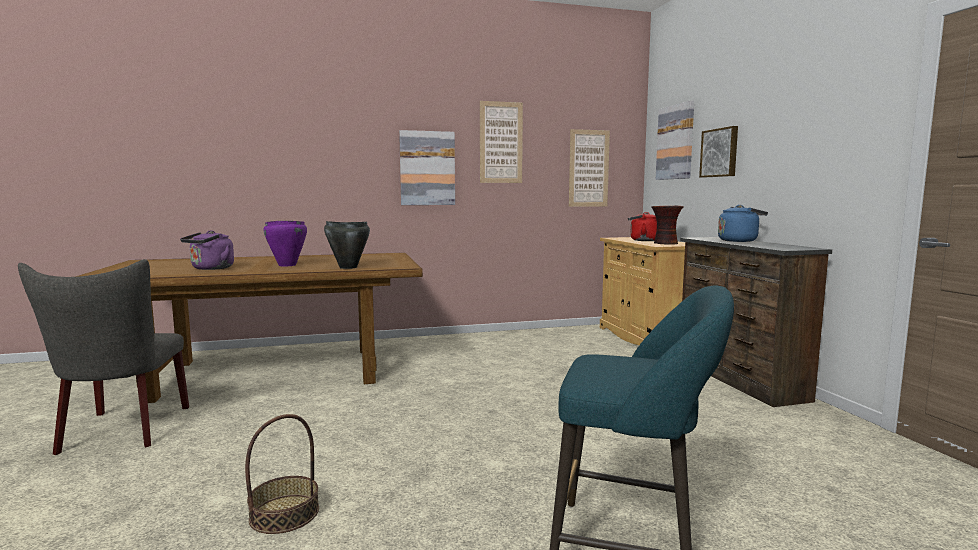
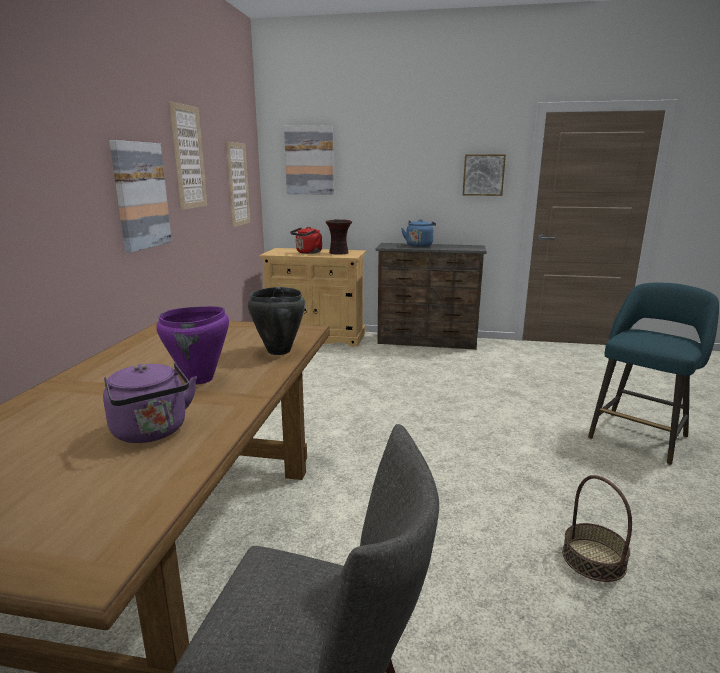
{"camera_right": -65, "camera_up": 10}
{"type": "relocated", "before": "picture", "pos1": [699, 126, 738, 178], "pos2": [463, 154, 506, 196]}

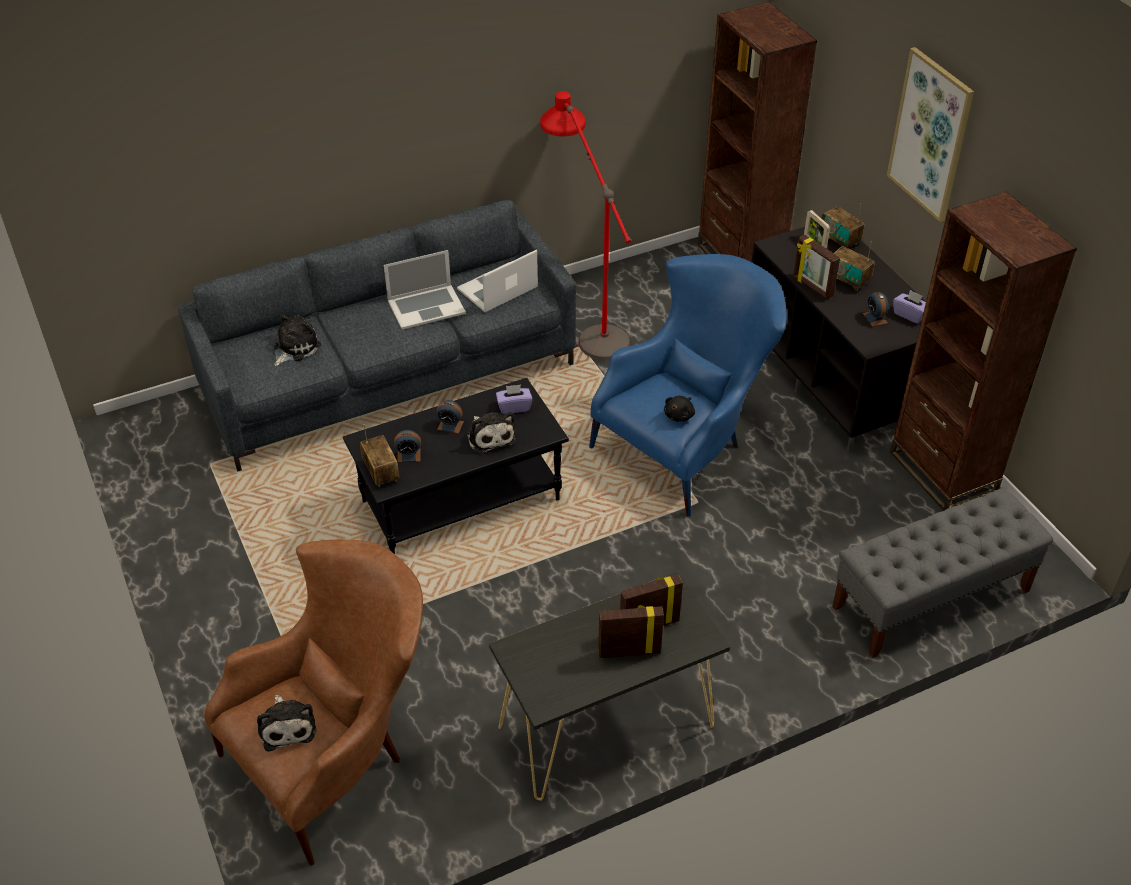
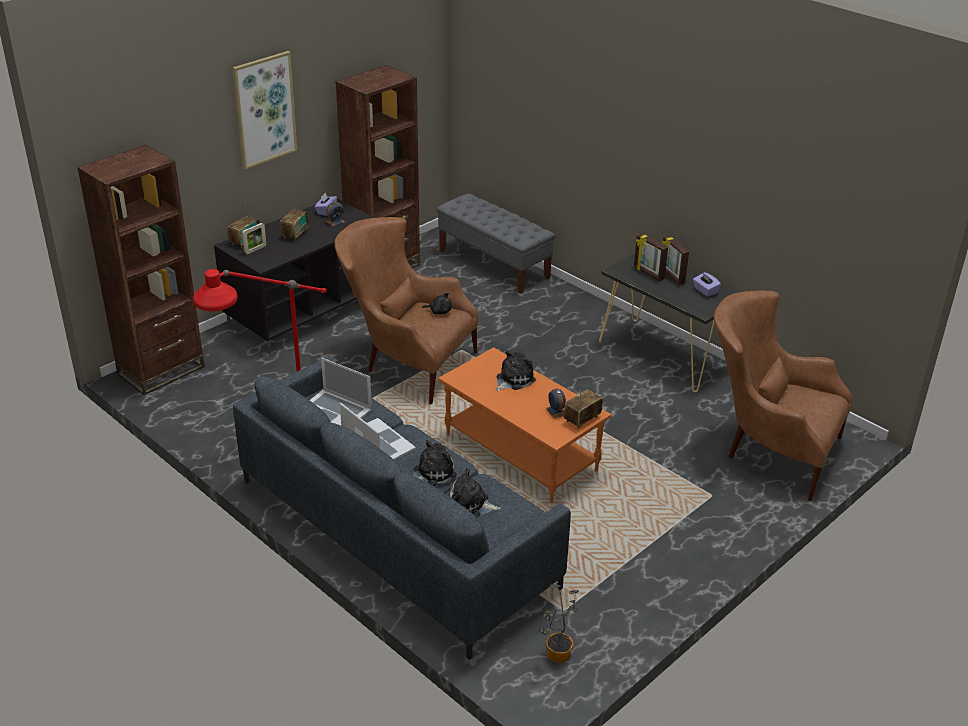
{"camera_right": -110, "camera_up": -10}
{"type": "missing", "before": "picture frame", "pos1": [793, 235, 840, 300]}
{"type": "colour", "before": "blue armchair", "after": "brown armchair", "pos1": [589, 254, 787, 517], "pos2": [334, 217, 479, 404]}
{"type": "colour", "before": "black coffee table", "after": "orange coffee table", "pos1": [343, 378, 569, 554], "pos2": [438, 347, 612, 503]}
{"type": "relocated", "before": "purple tissue box", "pos1": [496, 385, 533, 414], "pos2": [693, 272, 721, 297]}
{"type": "missing", "before": "alarm clock", "pos1": [436, 400, 464, 434]}
{"type": "relocated", "before": "plush toy", "pos1": [257, 695, 316, 751], "pos2": [413, 440, 457, 486]}
{"type": "appeared", "after": "potted plant", "pos2": [538, 583, 579, 663]}

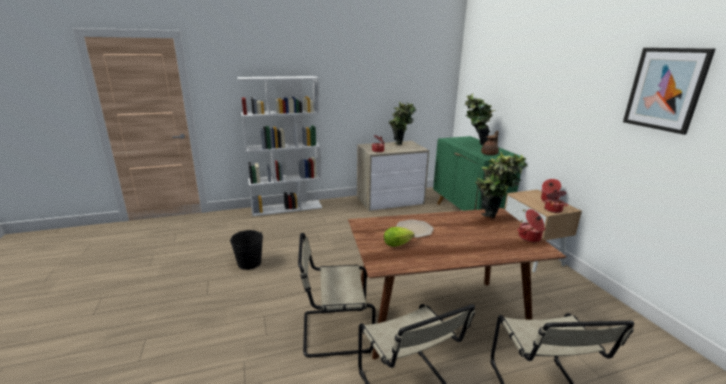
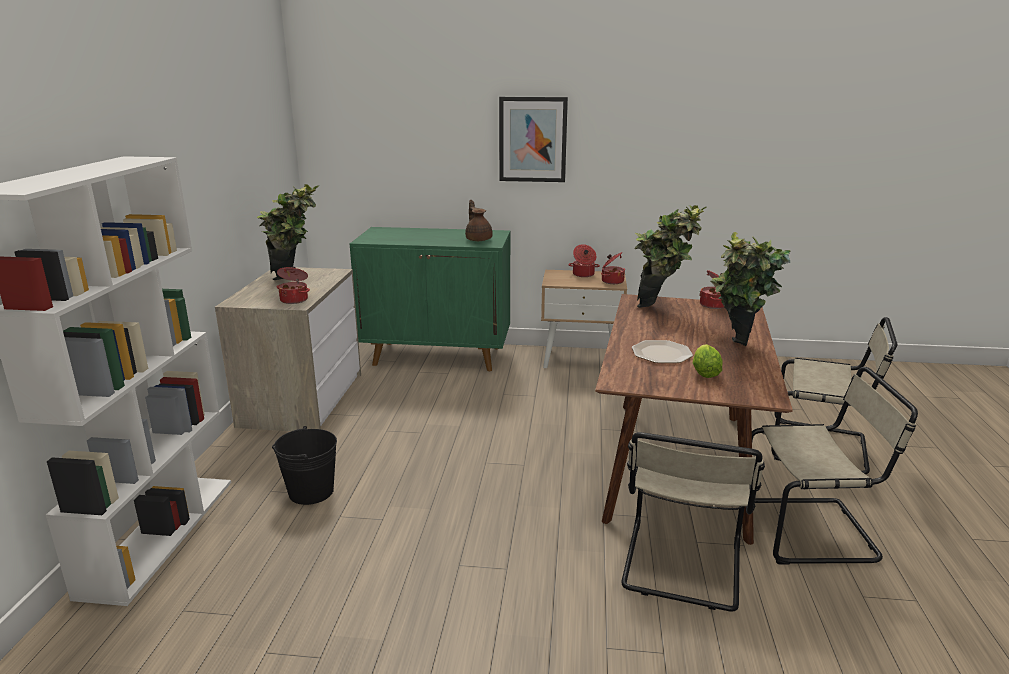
{"camera_right": -65, "camera_up": 0}
{"type": "relocated", "before": "picture", "pos1": [623, 48, 715, 135], "pos2": [499, 97, 568, 182]}
{"type": "relocated", "before": "potted plant", "pos1": [465, 94, 495, 145], "pos2": [710, 232, 790, 346]}
{"type": "relocated", "before": "black bucket", "pos1": [230, 230, 263, 270], "pos2": [272, 426, 337, 505]}

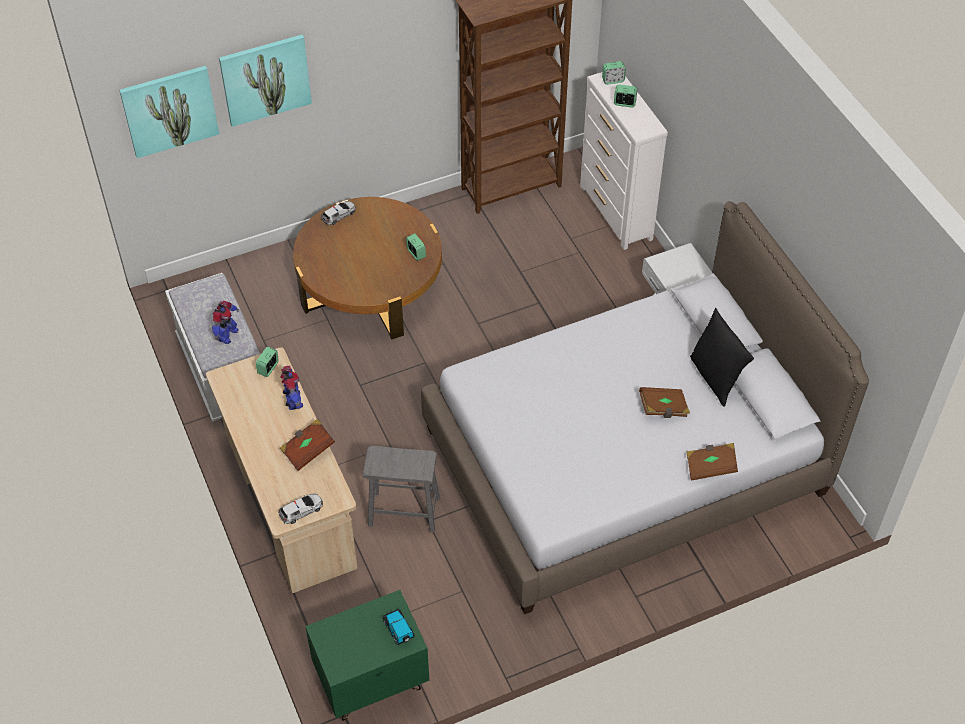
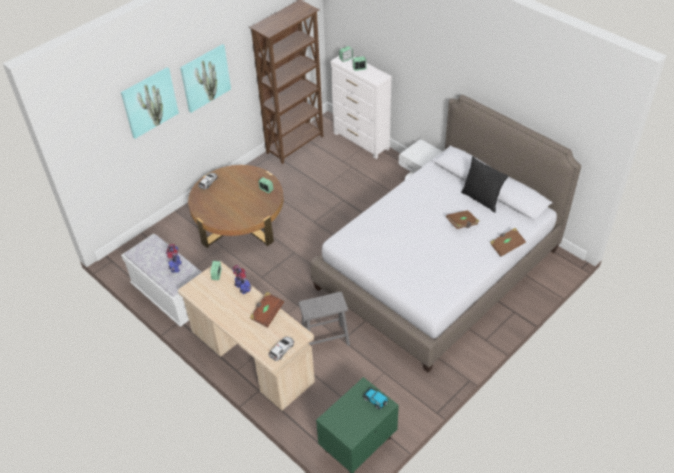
{"camera_right": -20, "camera_up": -5}
{"type": "relocated", "before": "picture", "pos1": [119, 66, 219, 158], "pos2": [180, 44, 231, 113]}

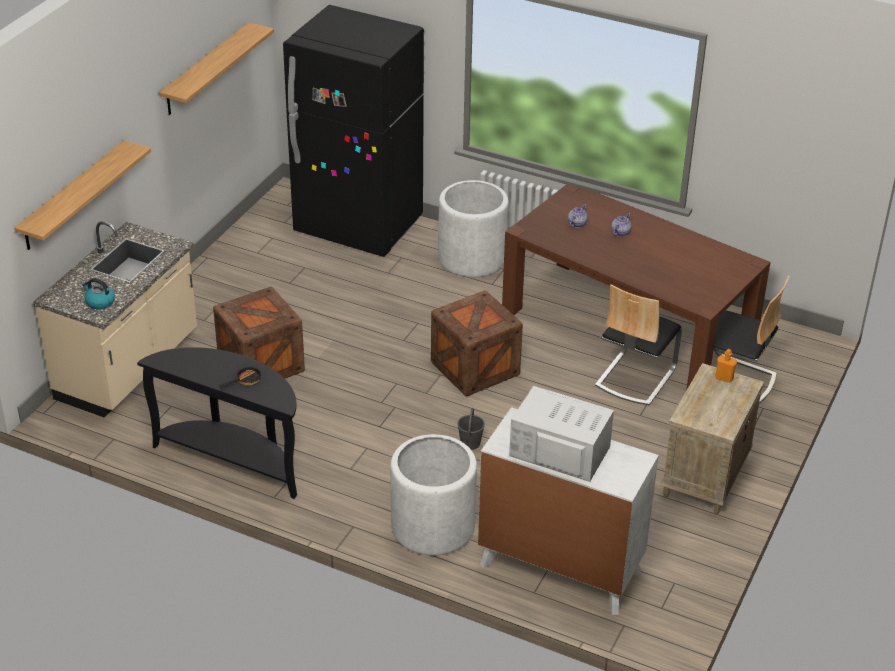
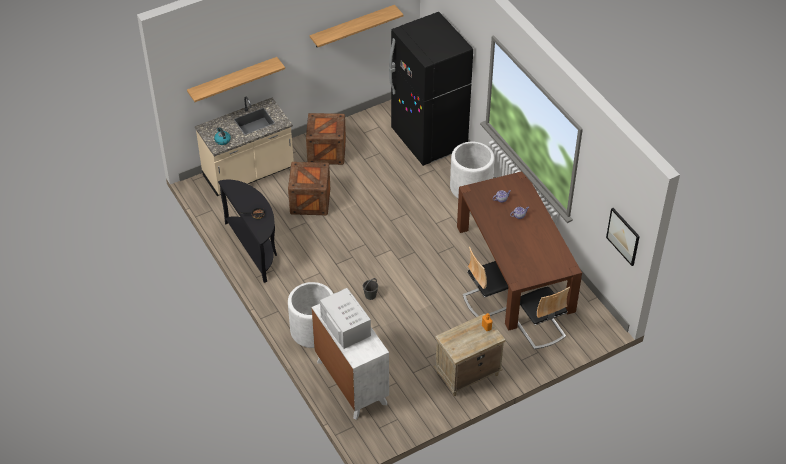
{"camera_right": 35, "camera_up": 10}
{"type": "relocated", "before": "crate", "pos1": [431, 290, 523, 396], "pos2": [306, 113, 346, 165]}
{"type": "appeared", "after": "picture", "pos2": [606, 208, 640, 266]}

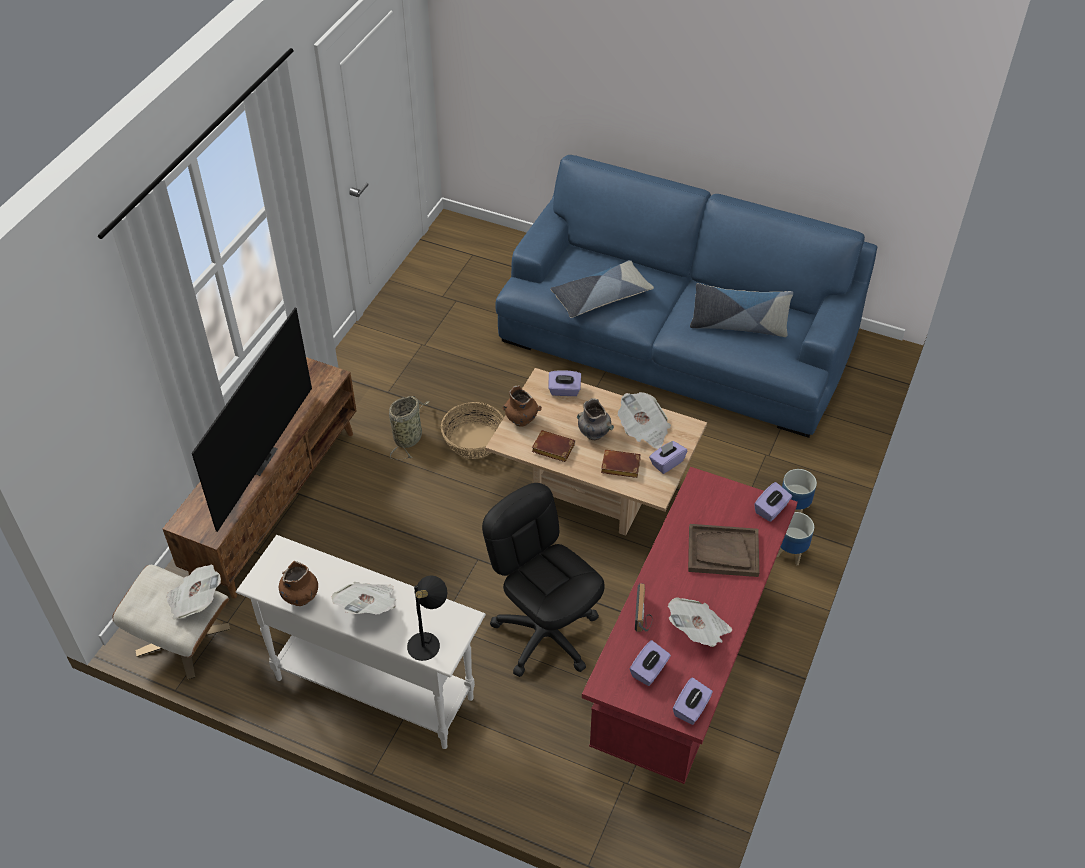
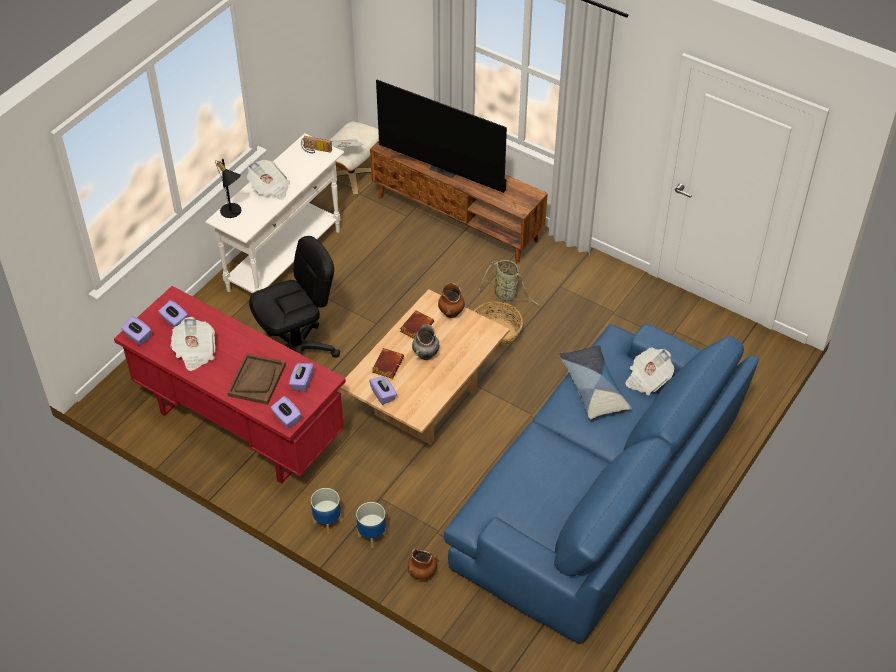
{"camera_right": 100, "camera_up": 0}
{"type": "missing", "before": "pillow", "pos1": [690, 283, 793, 337]}
{"type": "relocated", "before": "purple tissue box", "pos1": [548, 370, 581, 396], "pos2": [289, 363, 314, 392]}
{"type": "relocated", "before": "newspaper", "pos1": [618, 392, 671, 449], "pos2": [625, 347, 674, 395]}
{"type": "relocated", "before": "brown vase", "pos1": [279, 561, 318, 606], "pos2": [408, 549, 438, 580]}
{"type": "relocated", "before": "radio", "pos1": [635, 583, 652, 632], "pos2": [301, 136, 332, 153]}

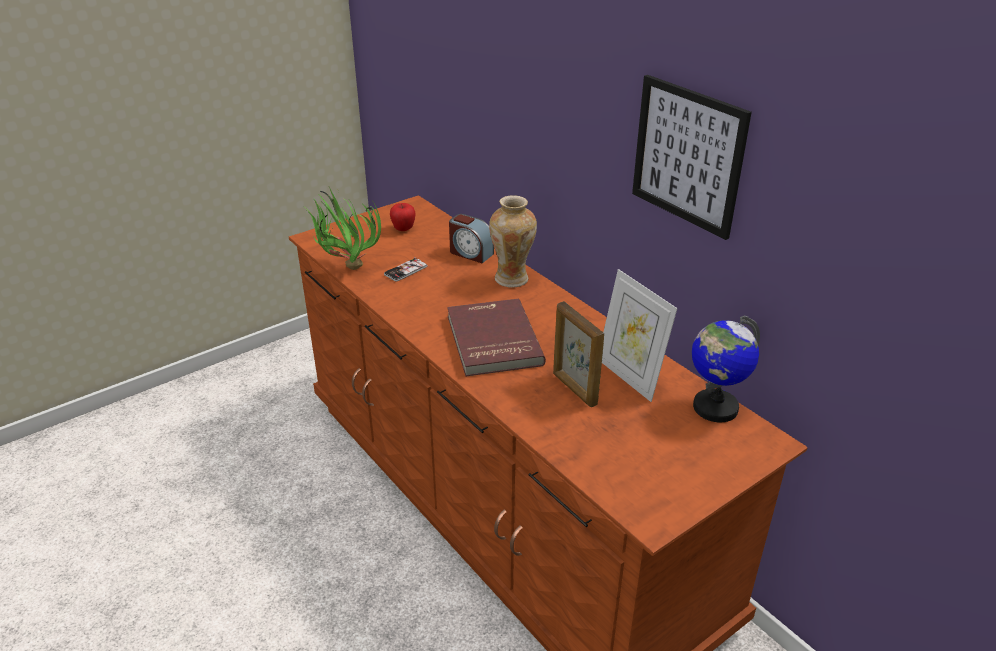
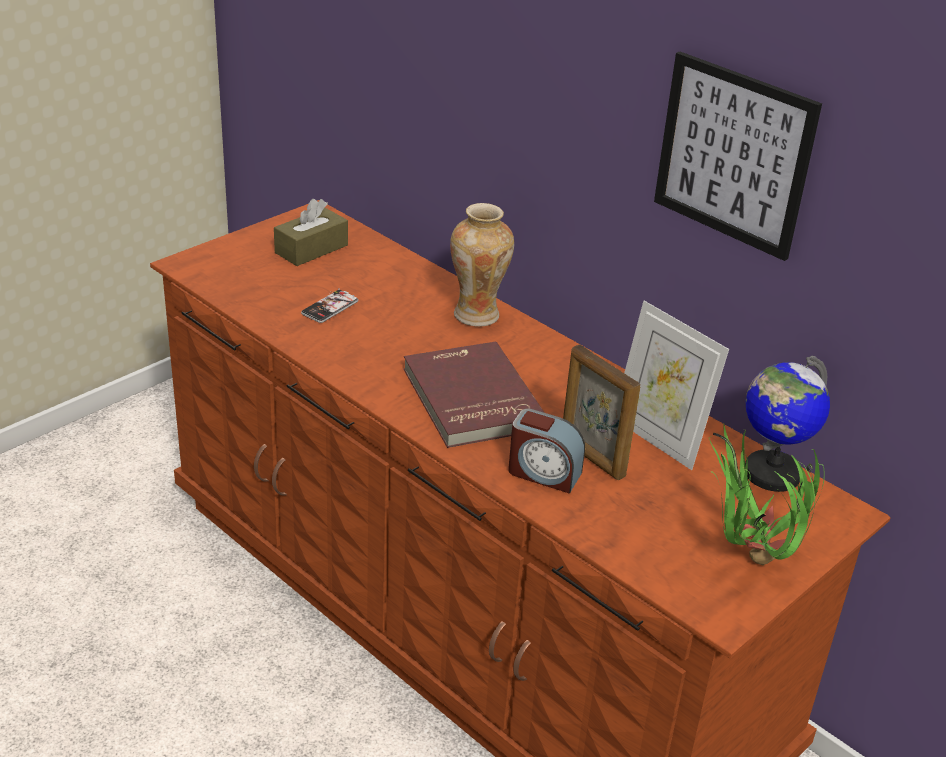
{"camera_right": -10, "camera_up": 0}
{"type": "relocated", "before": "potted plant", "pos1": [305, 187, 381, 270], "pos2": [709, 423, 825, 565]}
{"type": "exchanged", "before": "apple", "after": "brown tissue box", "pos1": [390, 203, 416, 231], "pos2": [274, 199, 348, 266]}
{"type": "relocated", "before": "alarm clock", "pos1": [449, 214, 494, 263], "pos2": [508, 409, 585, 493]}

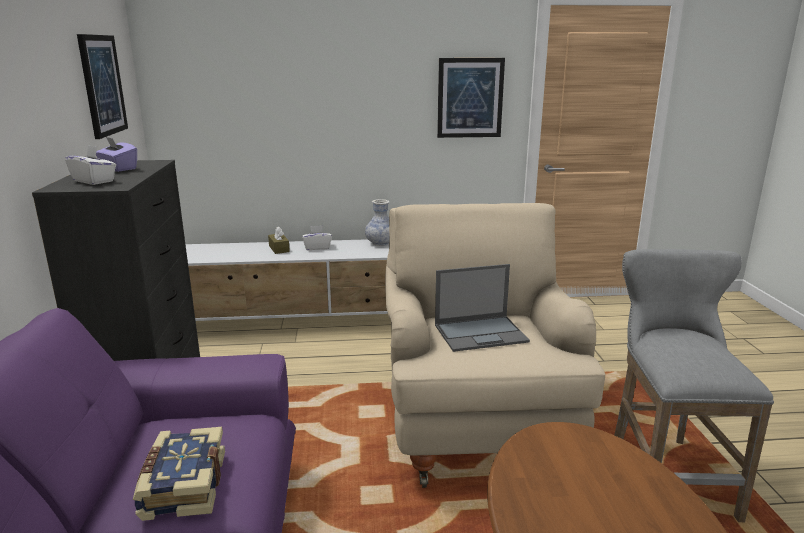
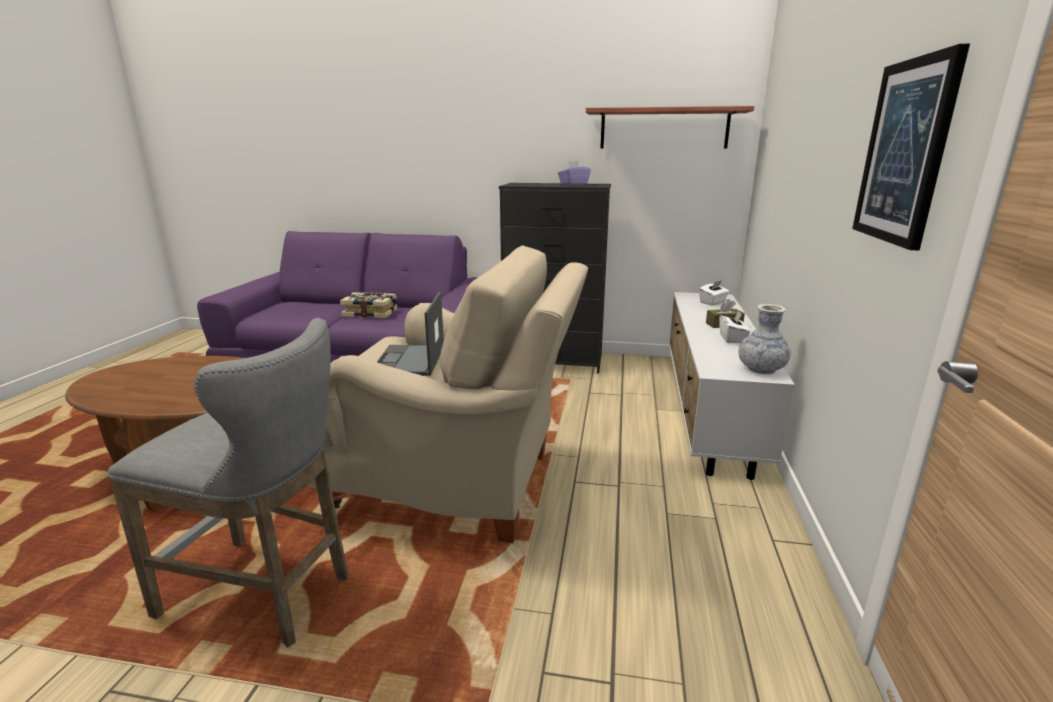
{"camera_right": 105, "camera_up": 0}
{"type": "exchanged", "before": "picture", "after": "shelf", "pos1": [77, 34, 128, 139], "pos2": [586, 106, 754, 149]}
{"type": "relocated", "before": "white tissue box", "pos1": [65, 145, 116, 185], "pos2": [699, 281, 730, 305]}

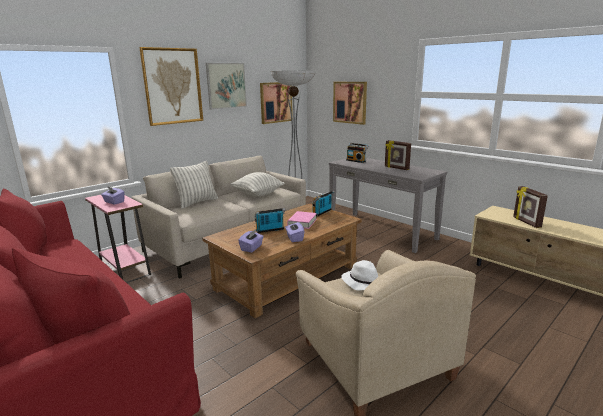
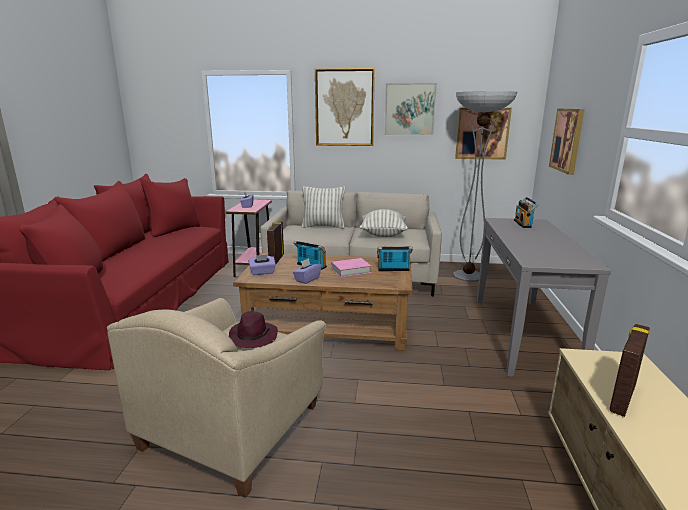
{"camera_right": 50, "camera_up": 0}
{"type": "relocated", "before": "picture frame", "pos1": [385, 140, 411, 170], "pos2": [267, 222, 284, 264]}
{"type": "colour", "before": "white hat", "after": "purple hat", "pos1": [341, 260, 378, 291], "pos2": [229, 311, 278, 348]}

